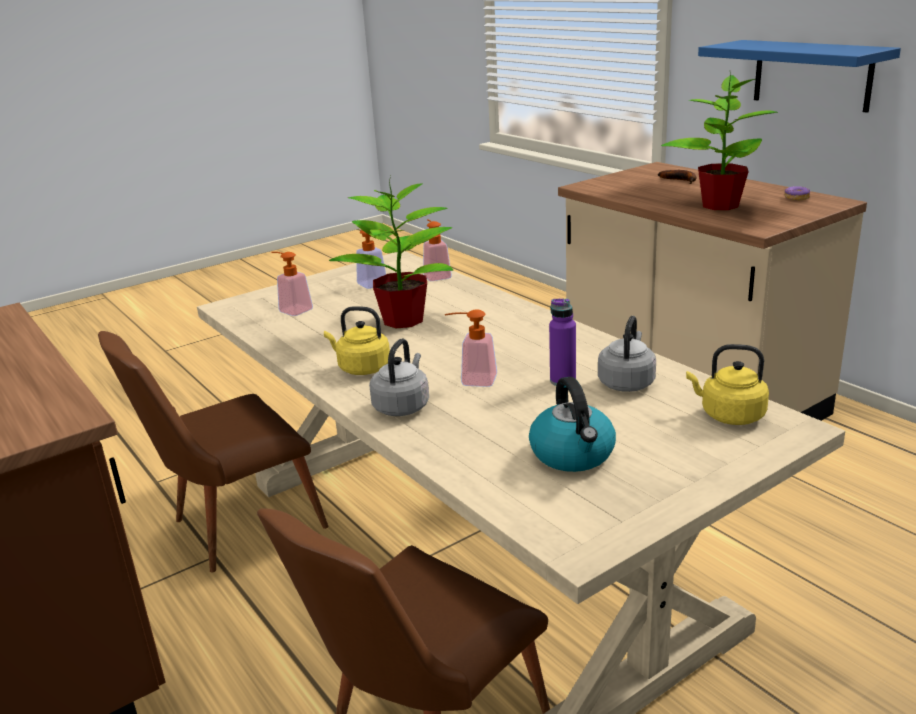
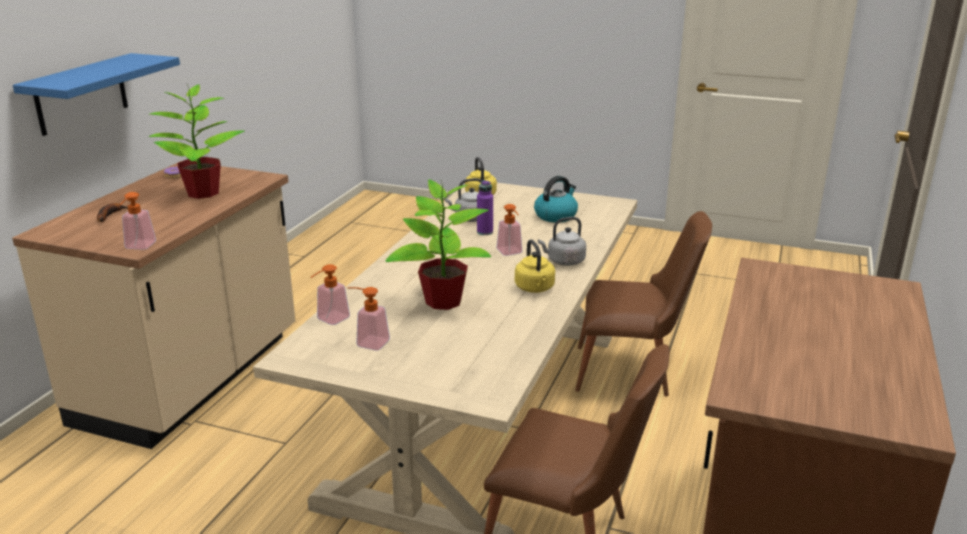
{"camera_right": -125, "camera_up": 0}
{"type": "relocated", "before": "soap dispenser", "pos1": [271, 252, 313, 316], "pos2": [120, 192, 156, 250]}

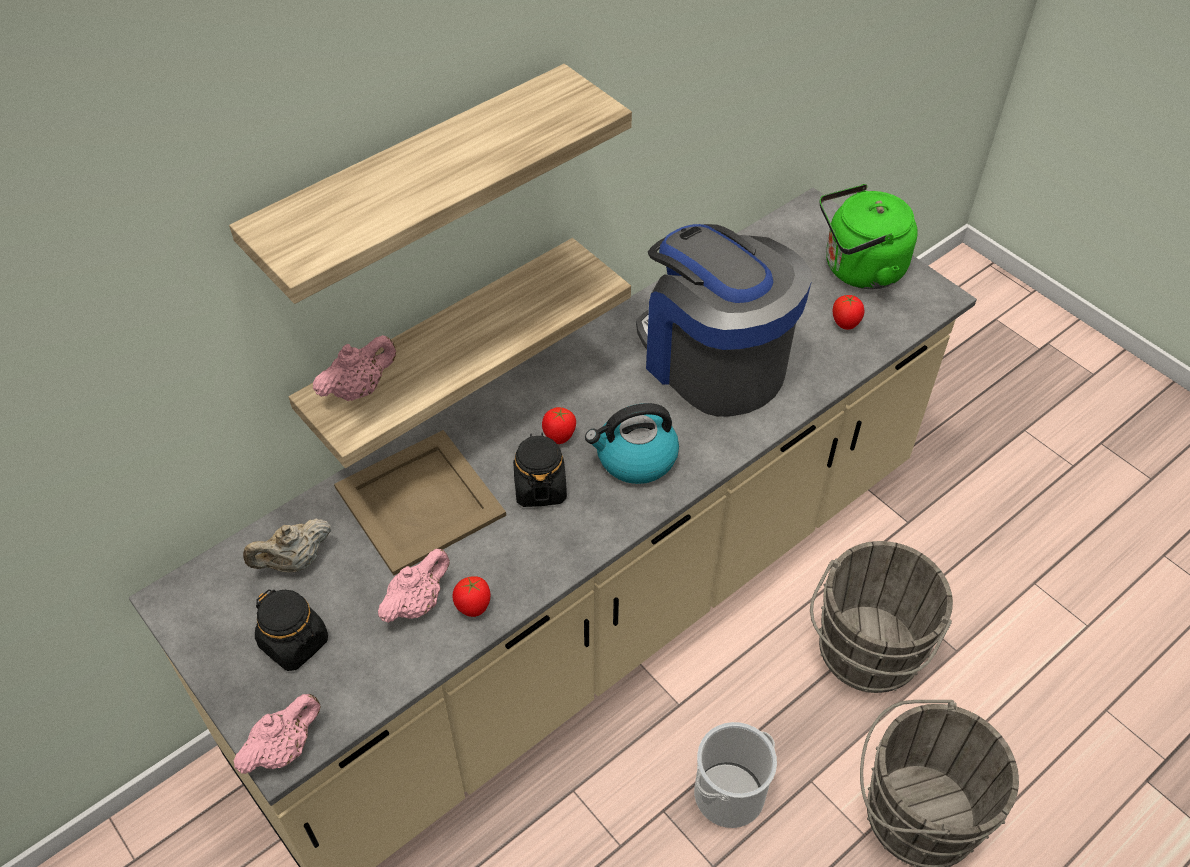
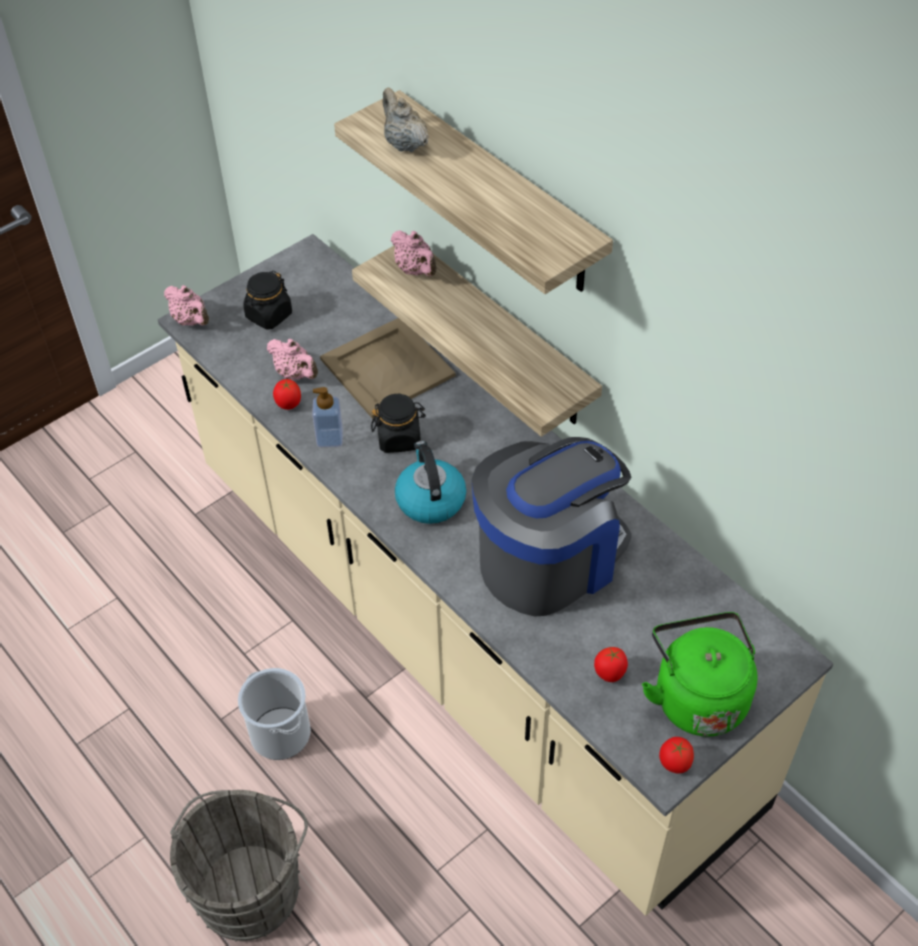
{"camera_right": 90, "camera_up": 0}
{"type": "relocated", "before": "tomato", "pos1": [542, 407, 576, 444], "pos2": [659, 737, 694, 773]}
{"type": "relocated", "before": "beige teapot", "pos1": [243, 518, 331, 573], "pos2": [382, 88, 429, 152]}
{"type": "missing", "before": "grey bucket", "pos1": [810, 541, 953, 693]}
{"type": "appeared", "after": "soap dispenser", "pos2": [312, 387, 343, 447]}

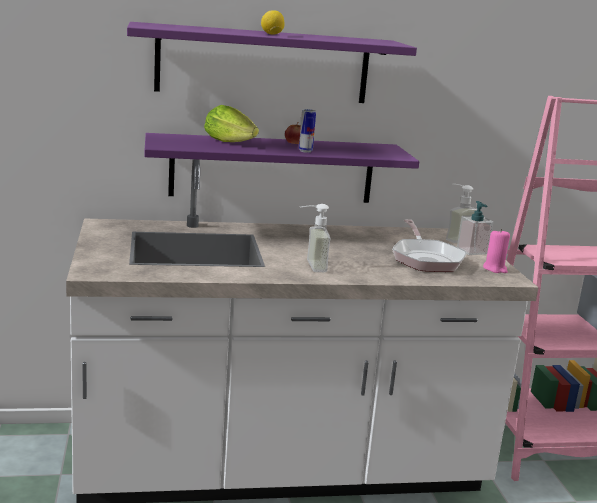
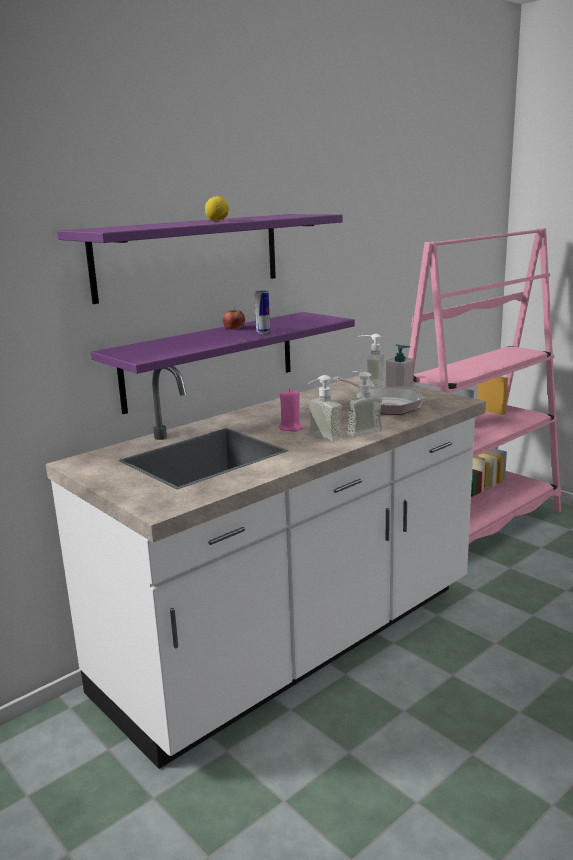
{"camera_right": -30, "camera_up": 0}
{"type": "missing", "before": "lettuce", "pos1": [204, 105, 259, 142]}
{"type": "relocated", "before": "pink candle", "pos1": [483, 229, 510, 273], "pos2": [279, 388, 304, 432]}
{"type": "appeared", "after": "soap dispenser", "pos2": [347, 371, 382, 437]}

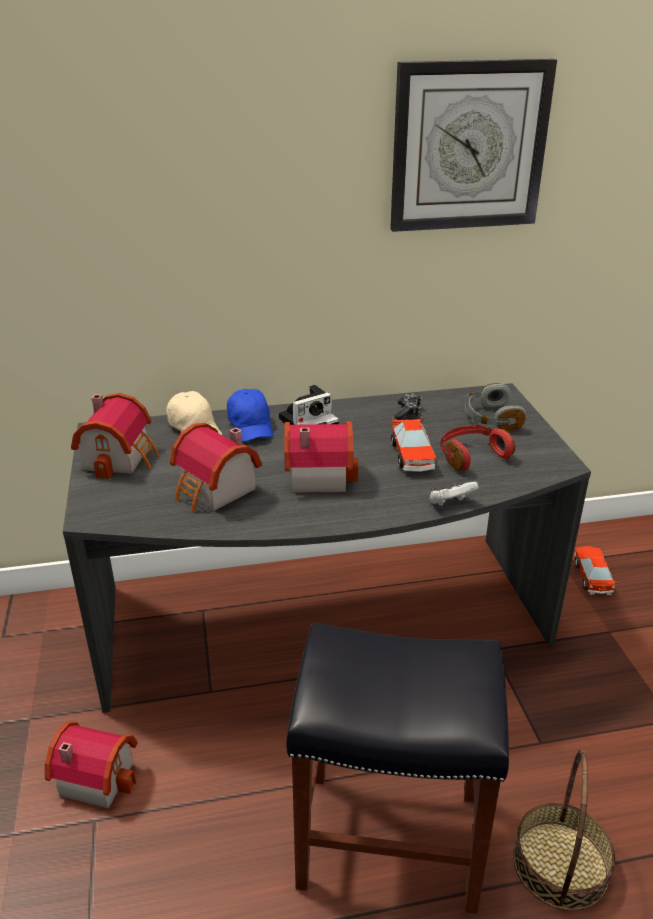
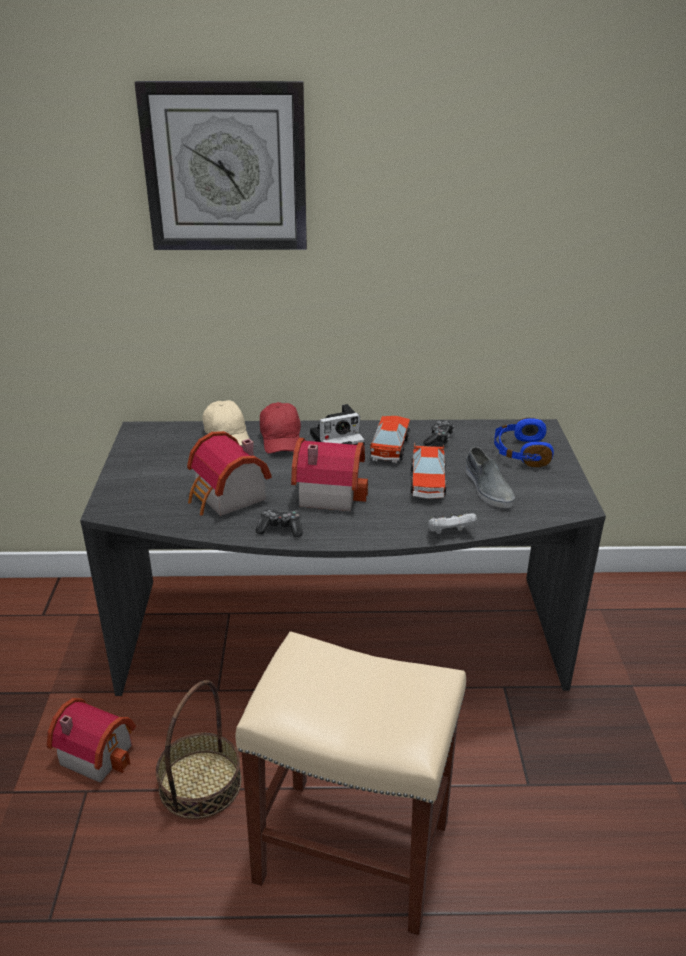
{"camera_right": 10, "camera_up": 0}
{"type": "relocated", "before": "wall clock", "pos1": [390, 59, 557, 232], "pos2": [134, 81, 307, 250]}
{"type": "colour", "before": "grey headphones", "after": "blue headphones", "pos1": [463, 383, 526, 431], "pos2": [494, 418, 554, 467]}
{"type": "colour", "before": "blue cap", "after": "red cap", "pos1": [227, 389, 273, 442], "pos2": [260, 402, 301, 454]}
{"type": "missing", "before": "toy house", "pos1": [71, 393, 159, 479]}
{"type": "exchanged", "before": "red headphones", "after": "grey shoe", "pos1": [440, 425, 515, 471], "pos2": [466, 447, 515, 508]}
{"type": "relocated", "before": "toy car", "pos1": [574, 546, 617, 595], "pos2": [370, 416, 410, 463]}
{"type": "colour", "before": "black stool", "after": "beige stool", "pos1": [286, 623, 509, 914], "pos2": [236, 632, 466, 935]}
{"type": "relocated", "before": "basket", "pos1": [513, 750, 615, 911], "pos2": [156, 680, 242, 819]}
{"type": "appeared", "after": "game controller", "pos2": [255, 509, 302, 537]}

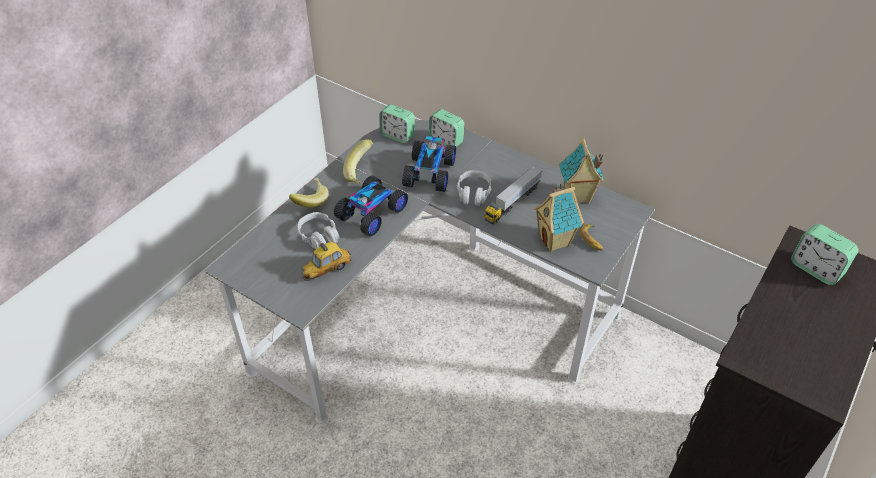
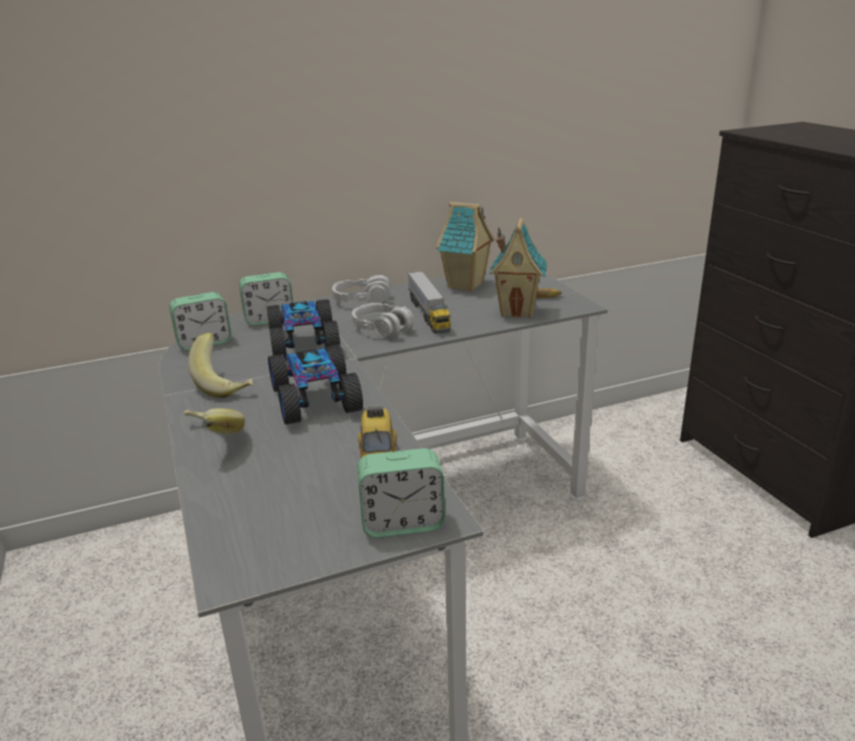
{"camera_right": -55, "camera_up": -20}
{"type": "spun", "before": "toy car", "pos1": [402, 136, 456, 192], "pos2": [267, 299, 340, 360], "turn": -150}
{"type": "relocated", "before": "grey headphones", "pos1": [298, 212, 339, 249], "pos2": [332, 275, 391, 303]}
{"type": "relocated", "before": "alarm clock", "pos1": [791, 224, 859, 285], "pos2": [357, 448, 445, 538]}

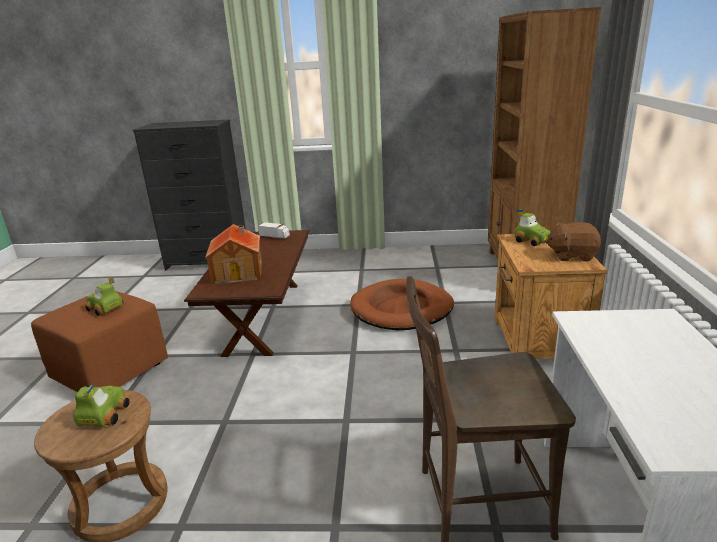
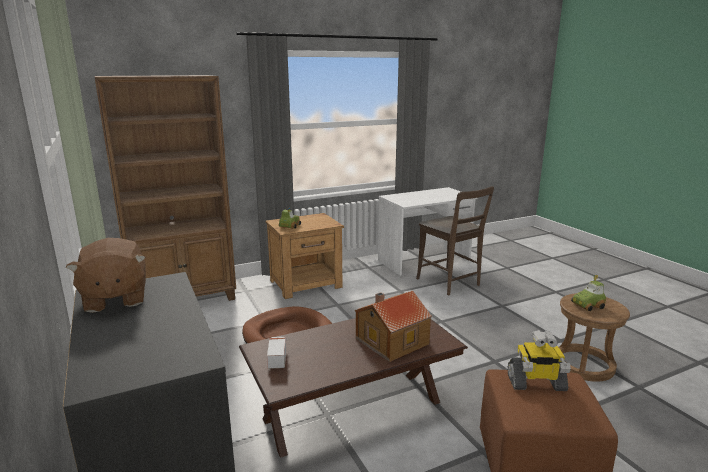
{"camera_right": -120, "camera_up": -5}
{"type": "relocated", "before": "brown plush toy", "pos1": [545, 222, 601, 261], "pos2": [65, 238, 146, 313]}
{"type": "exchanged", "before": "toy car", "after": "toy robot", "pos1": [85, 277, 124, 316], "pos2": [507, 330, 571, 391]}

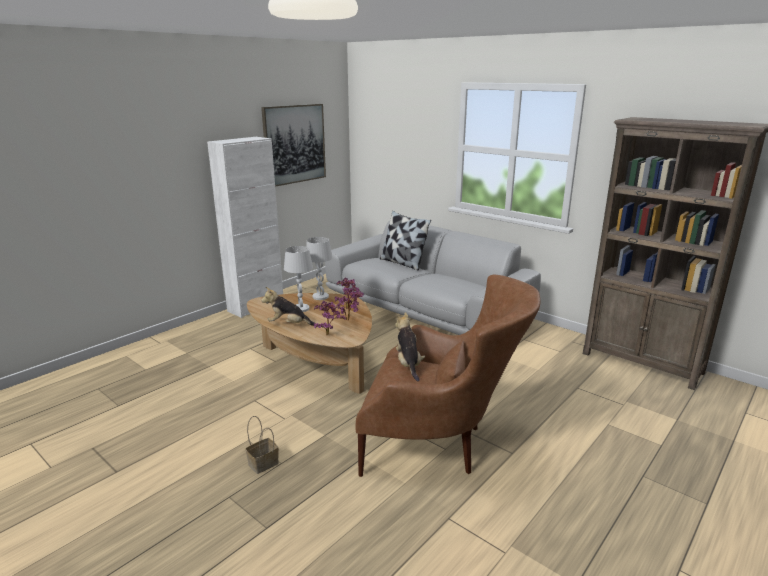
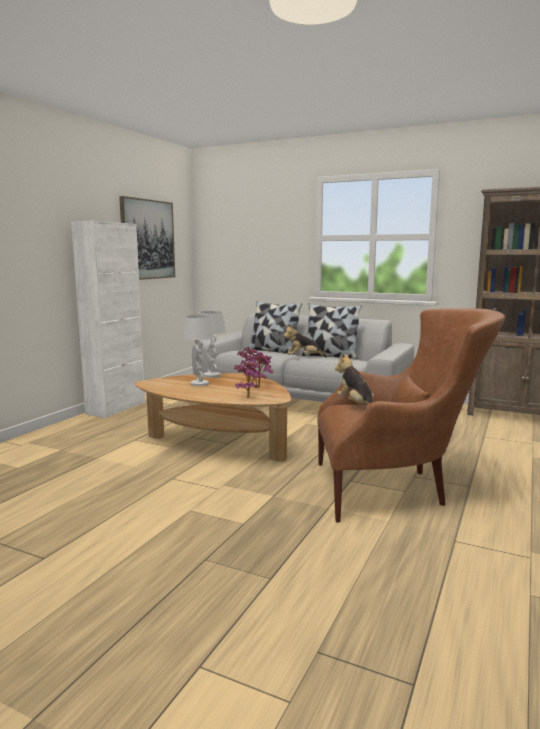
{"camera_right": -15, "camera_up": -10}
{"type": "relocated", "before": "plush toy", "pos1": [261, 287, 314, 326], "pos2": [283, 325, 327, 357]}
{"type": "missing", "before": "basket", "pos1": [245, 416, 279, 474]}
{"type": "appeared", "after": "pillow", "pos2": [302, 303, 362, 359]}

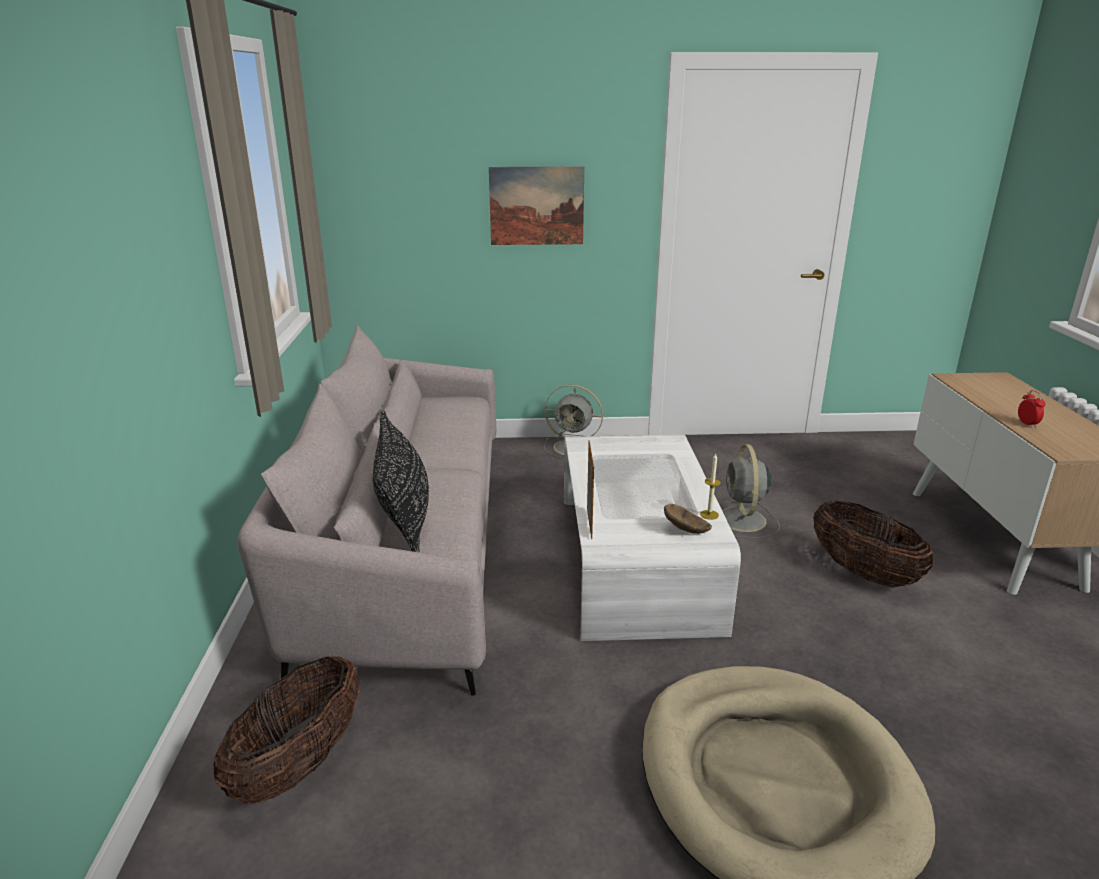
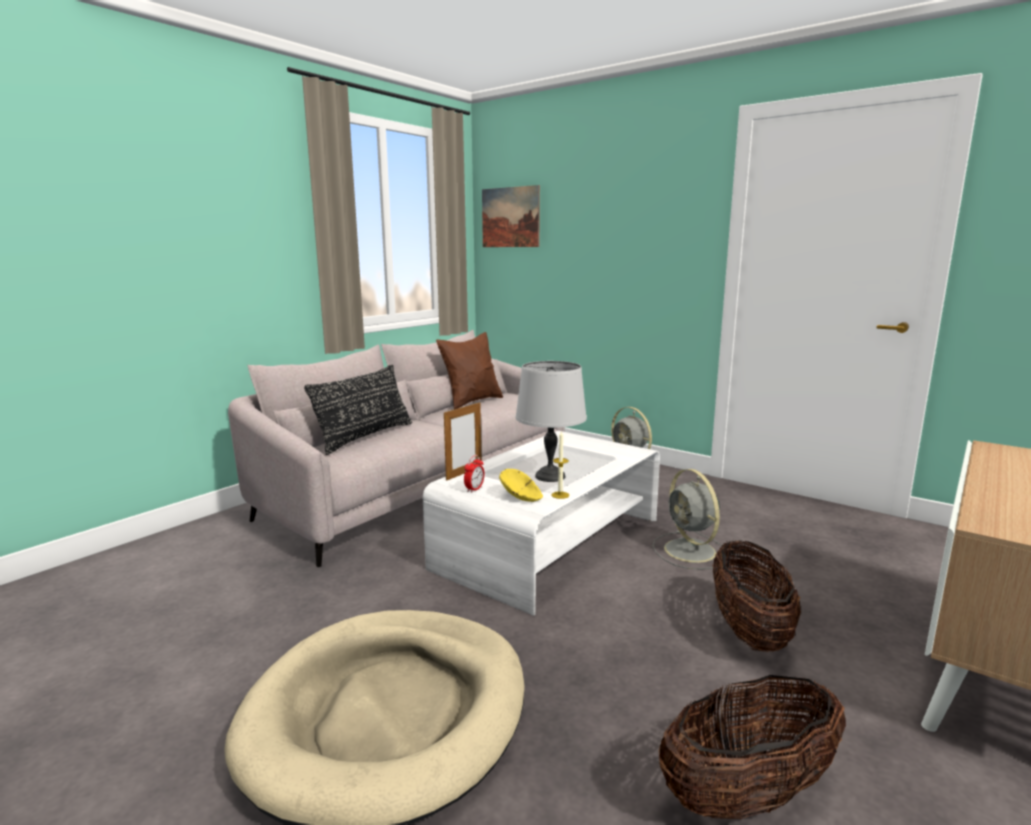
{"camera_right": 40, "camera_up": -10}
{"type": "relocated", "before": "picture", "pos1": [489, 167, 584, 245], "pos2": [482, 185, 540, 247]}
{"type": "relocated", "before": "alarm clock", "pos1": [1018, 390, 1046, 428], "pos2": [464, 455, 485, 493]}
{"type": "spun", "before": "grey fan", "pos1": [719, 444, 780, 539], "pos2": [652, 469, 732, 569], "turn": -60}
{"type": "colour", "before": "brown bowl", "after": "yellow bowl", "pos1": [664, 504, 712, 534], "pos2": [499, 469, 543, 502]}
{"type": "relocated", "before": "basket", "pos1": [213, 656, 360, 804], "pos2": [659, 675, 846, 820]}
{"type": "appeared", "after": "brown pillow", "pos2": [436, 332, 503, 409]}
{"type": "appeared", "after": "grey table lamp", "pos2": [515, 361, 587, 482]}

